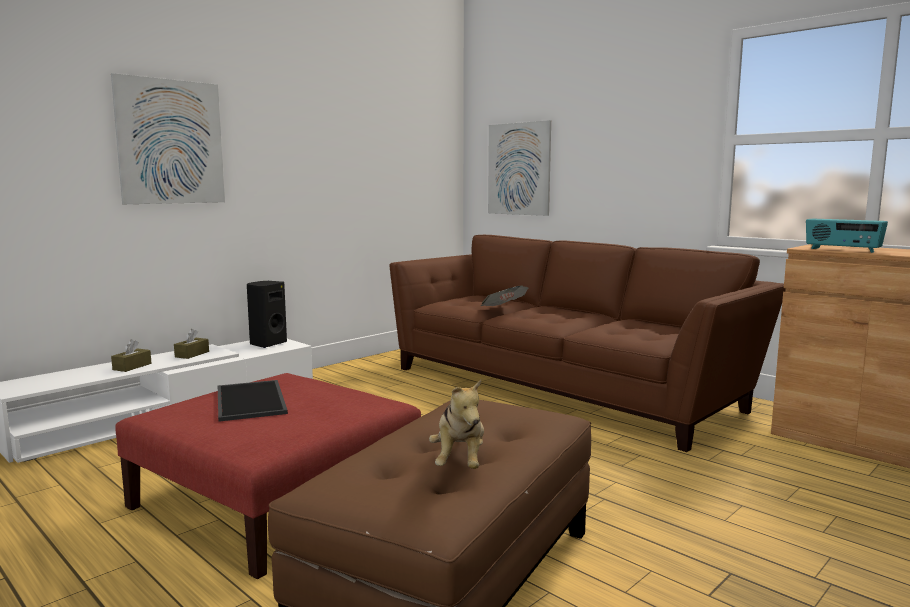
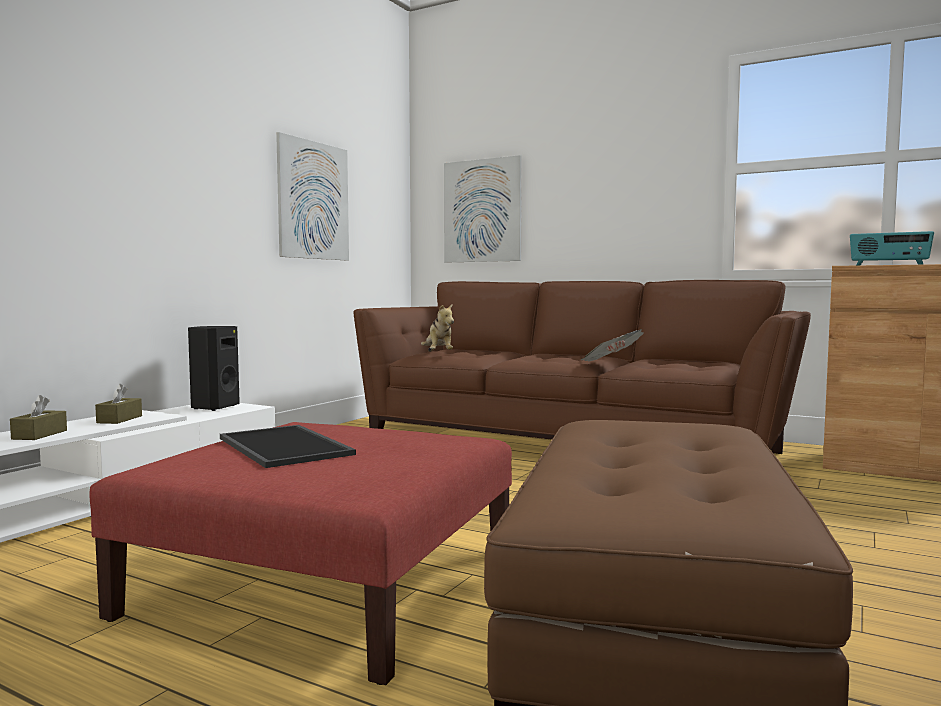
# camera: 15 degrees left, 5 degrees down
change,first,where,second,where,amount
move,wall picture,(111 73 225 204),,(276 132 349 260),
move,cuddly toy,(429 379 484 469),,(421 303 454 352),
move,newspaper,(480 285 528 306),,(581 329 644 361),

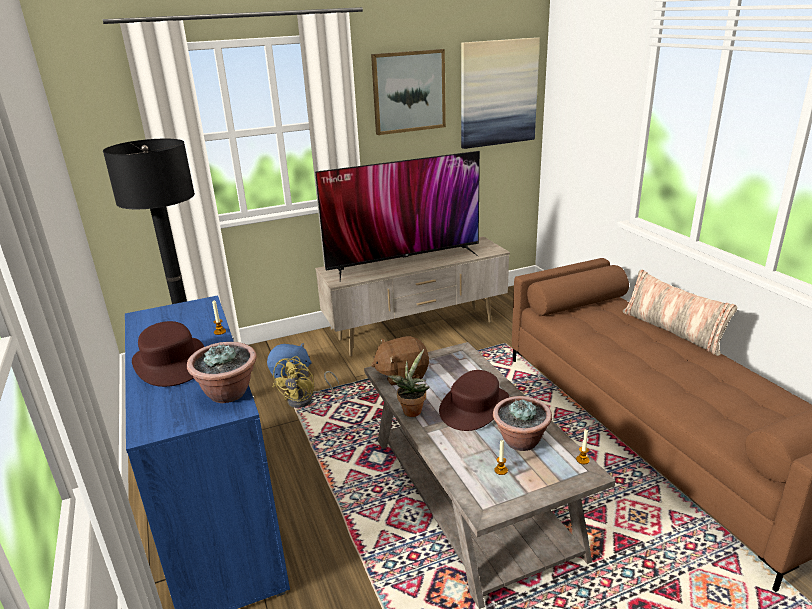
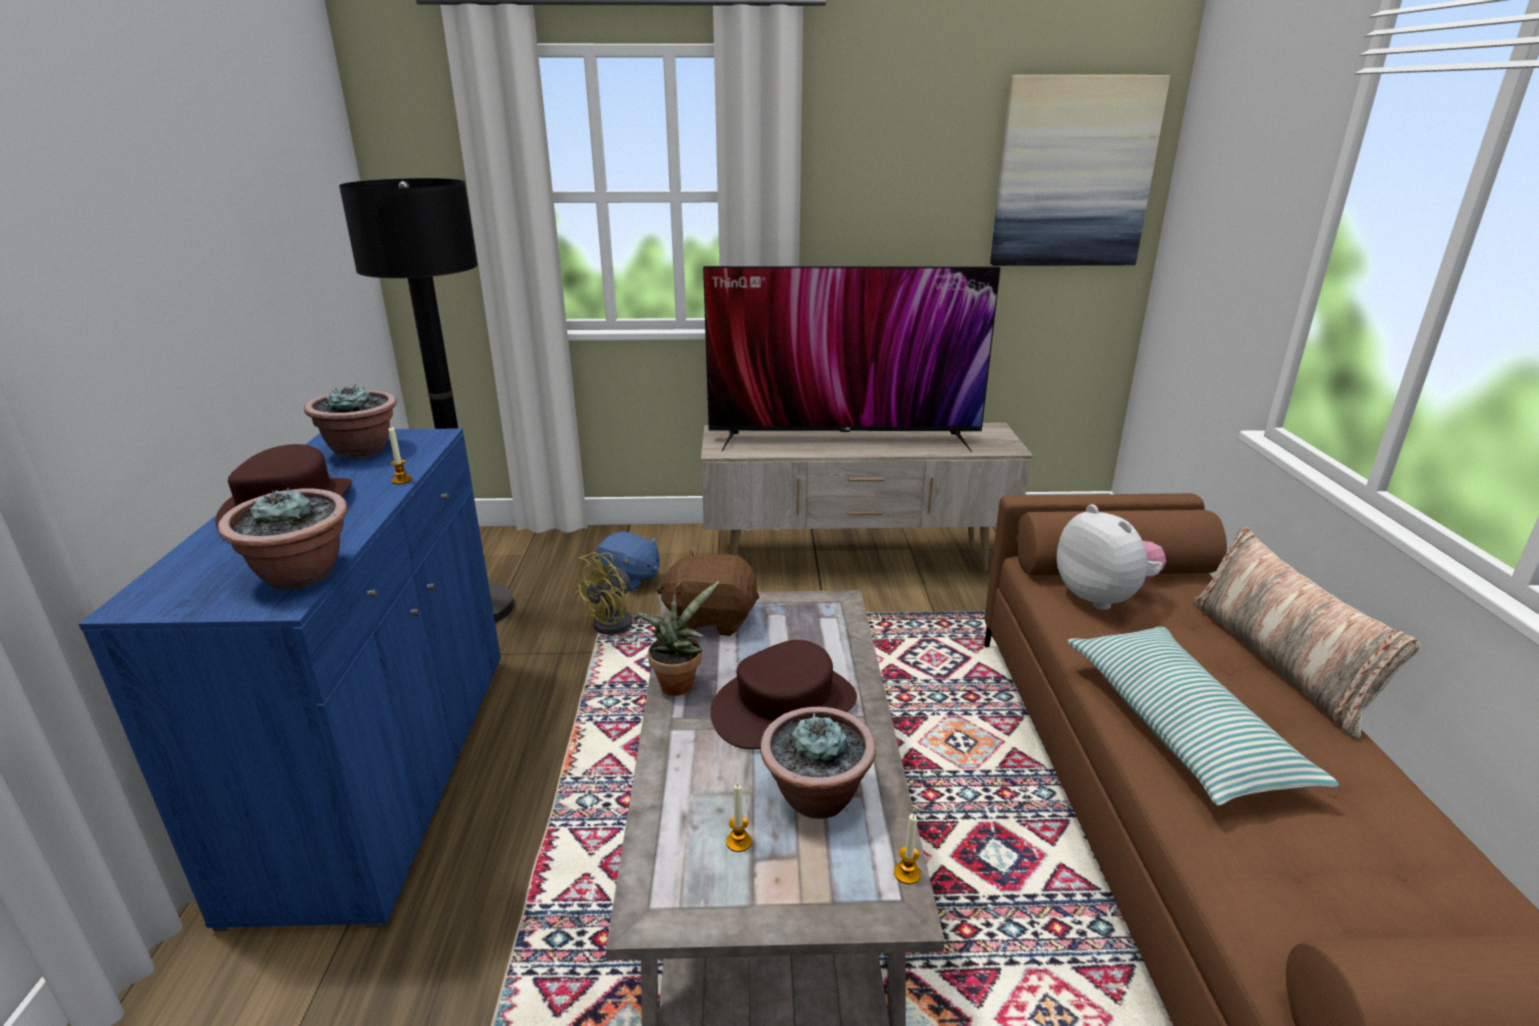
# camera: 20 degrees right, 0 degrees up
change,first,where,second,where,amount
delete,wall picture,(371 49 446 135),,,
insert,,,plant in a pot,(304 384 397 459),
insert,,,cuddly toy,(1056 504 1166 610),
insert,,,cushion,(1067 627 1339 806),

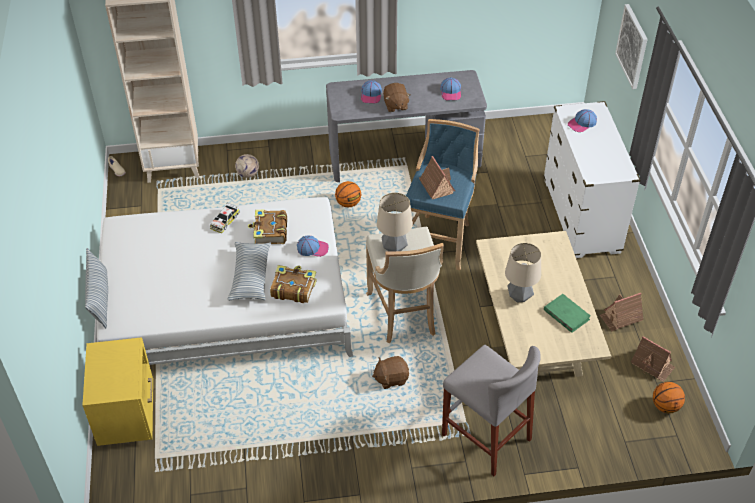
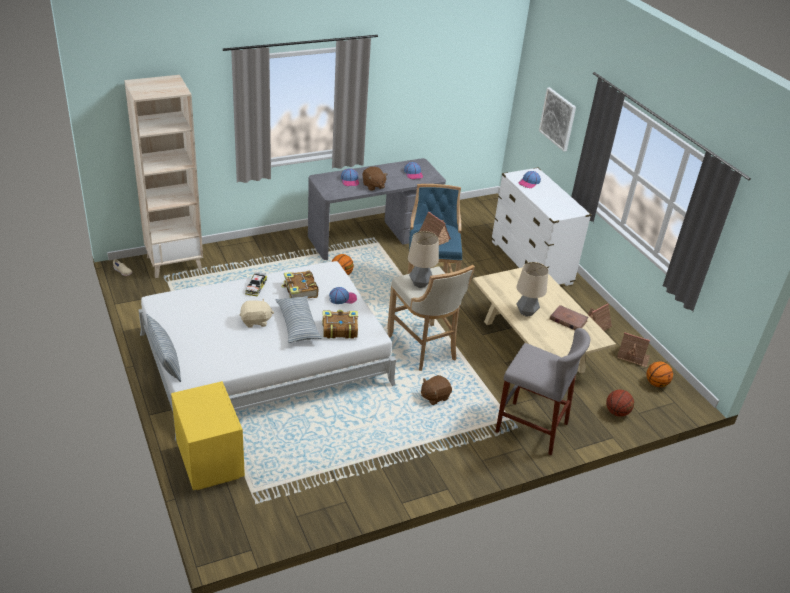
# camera: 20 degrees left, 10 degrees down
change,first,where,second,where,amount
delete,ball for football,(235 154 259 178),,,
recolor,green volume,(544 294 591 333),brownish volume,(550 305 589 330),
insert,,,beige-coloured cuddly toy,(240 298 274 328),
insert,,,basketball ball,(606 389 634 417),

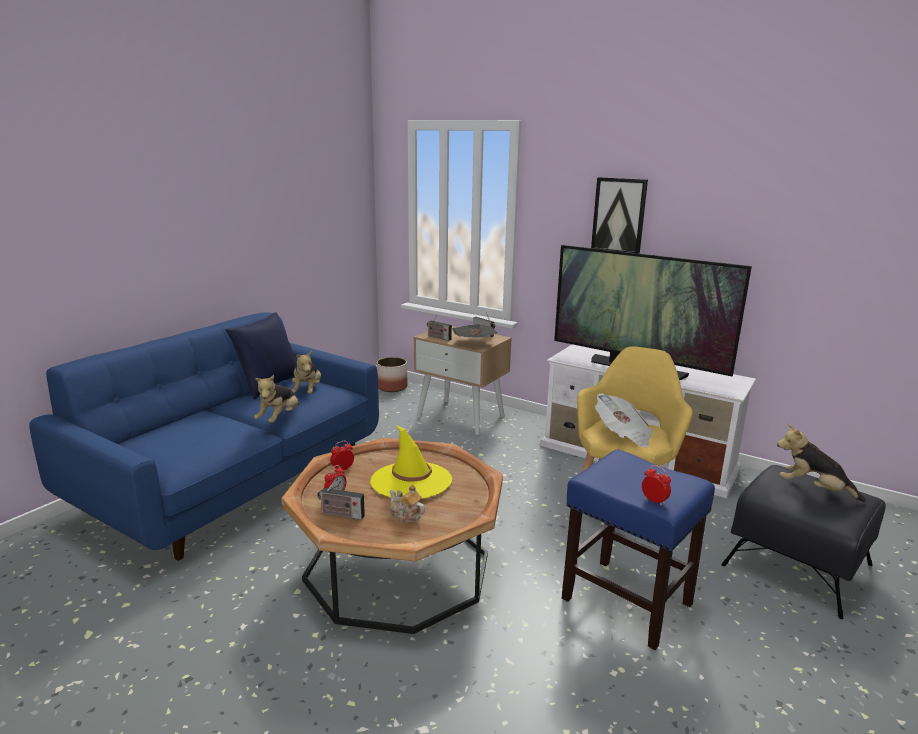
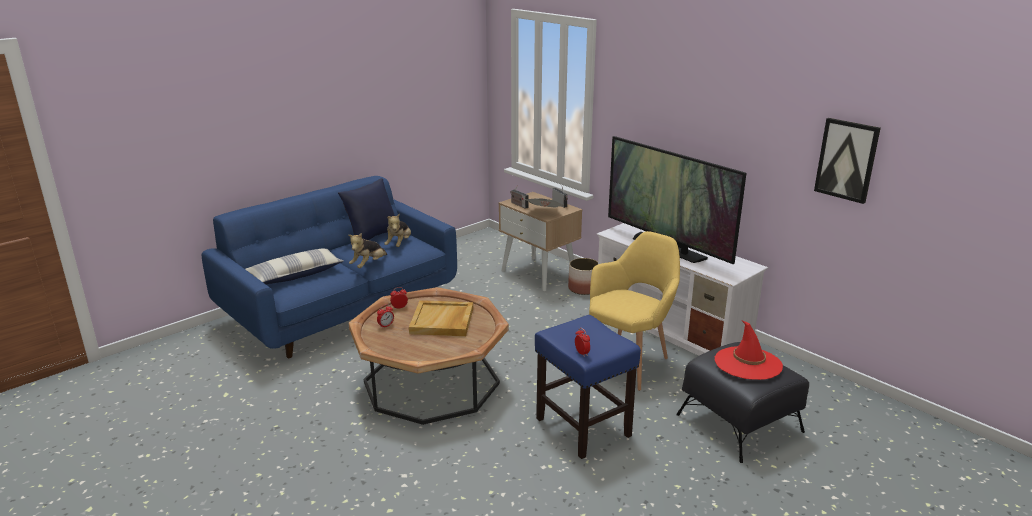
# camera: 15 degrees right, 5 degrees up
change,first,where,second,where,amount
delete,radio receiver,(317 479 365 520),,,
replace,yellow-coloured hat,(370 425 452 499),beige-coloured carrying tray,(409 300 473 336),
move,planter,(376 357 407 392),,(568 258 598 295),
delete,pot for tea,(389 485 425 523),,,
move,wall picture,(591 177 648 254),,(814 118 881 204),
delete,newspaper,(595 393 653 448),,,
replace,cuddly toy,(777 424 866 502),red-coloured hat,(715 321 783 380),
insert,,,cushion,(245 249 344 284),

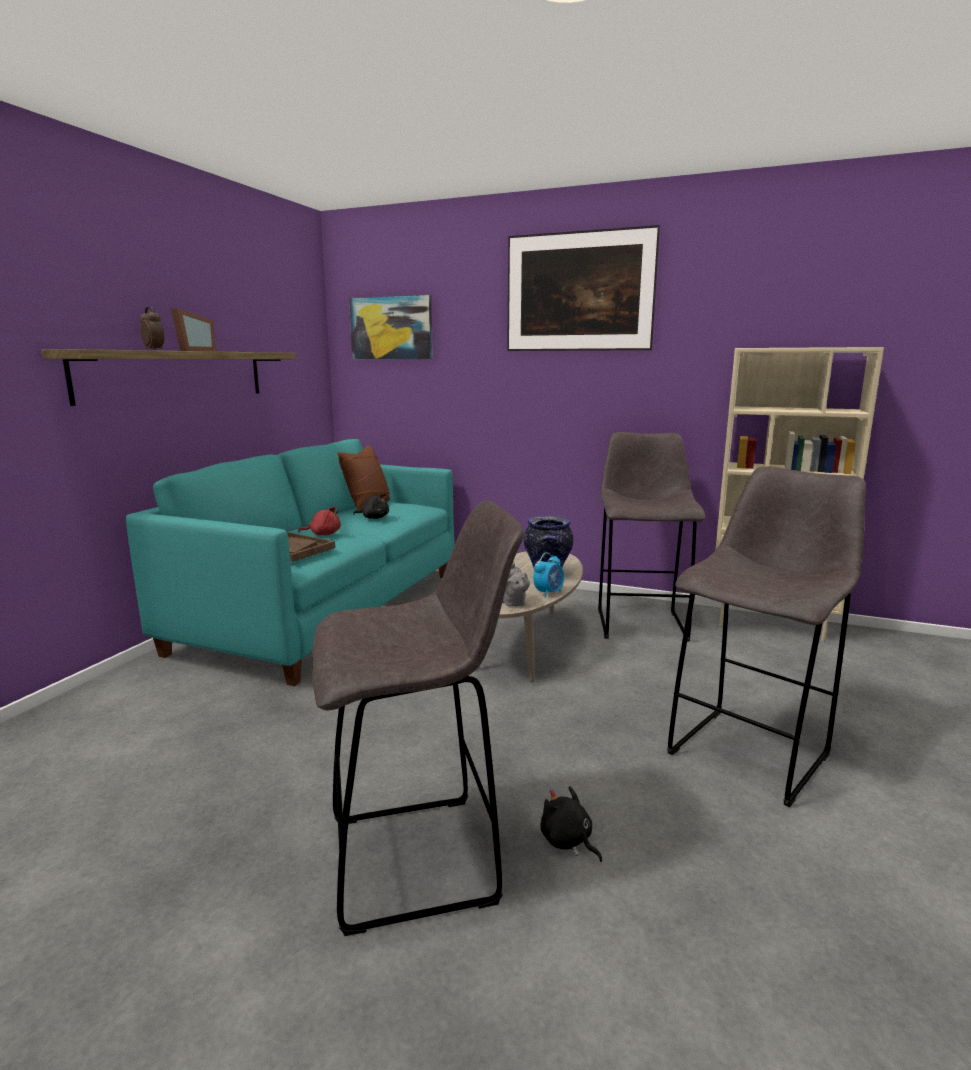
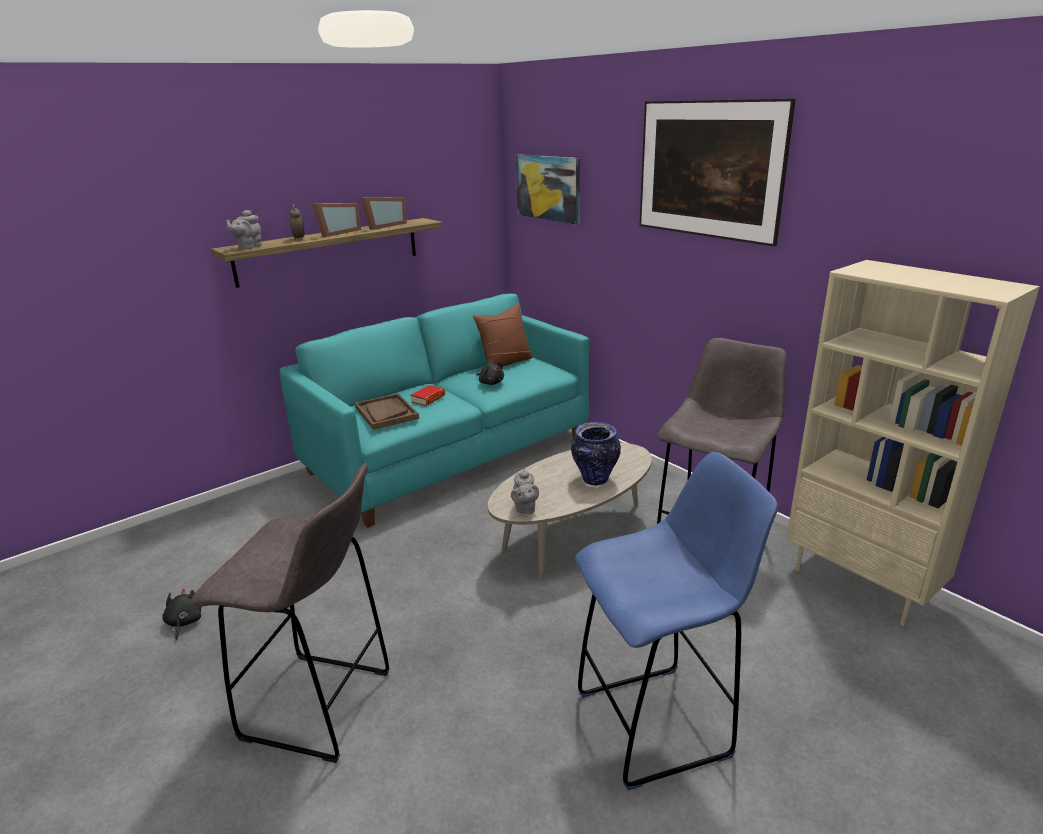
# camera: 30 degrees right, 10 degrees up
change,first,where,second,where,amount
replace,red-coloured cuddly toy,(298 507 341 535),volume,(410 385 445 406),
delete,bedside clock,(533 553 564 598),,,
move,black cuddly toy,(540 786 602 862),,(162 588 201 640),
recolor,greyish stool,(667 466 866 807),bluish stool,(575 452 778 790),
insert,,,greyish pot for tea,(226 210 262 249),
insert,,,photo frame,(360 197 407 230),

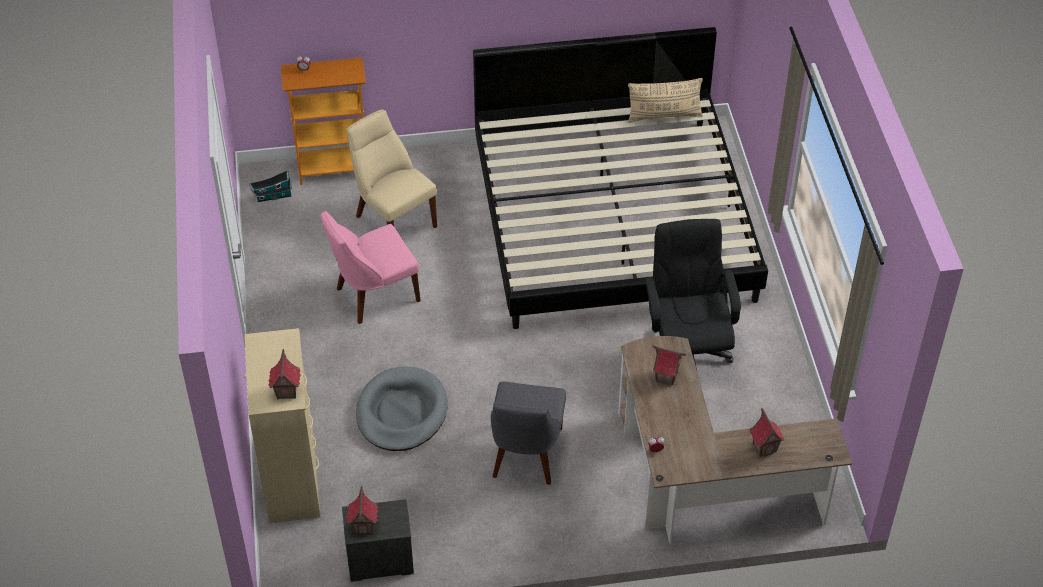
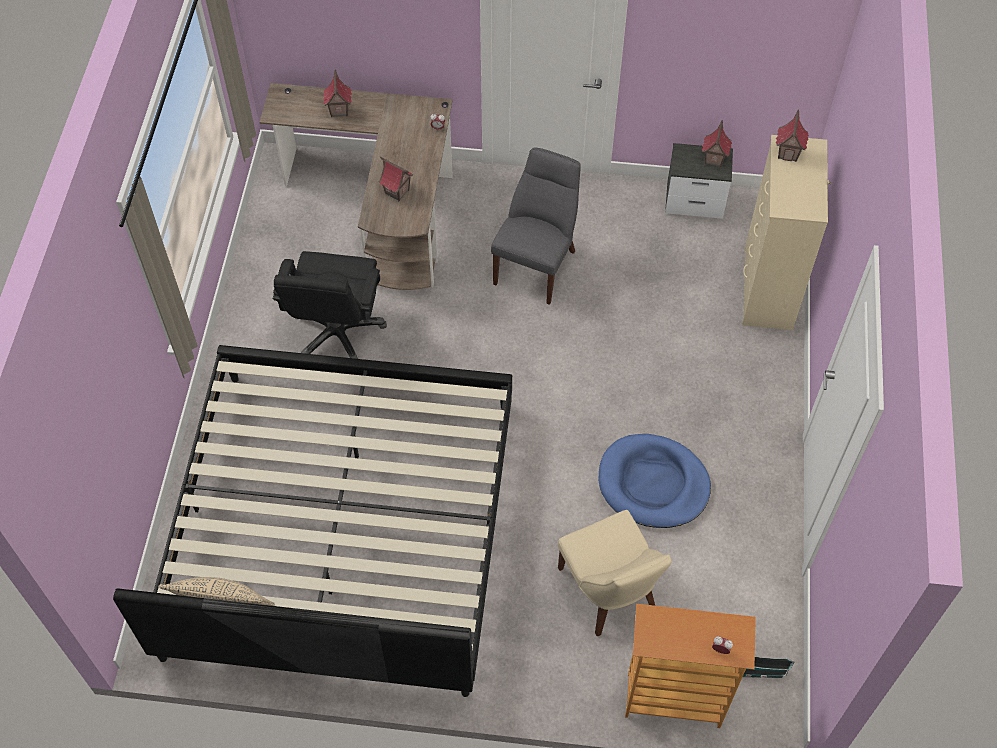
# camera: 165 degrees left, 10 degrees up
change,first,where,second,where,amount
replace,pinkish plain chair,(321 211 421 324),bluish dog cushion,(598 434 711 528),
delete,greyish dog cushion,(356 366 448 451),,,

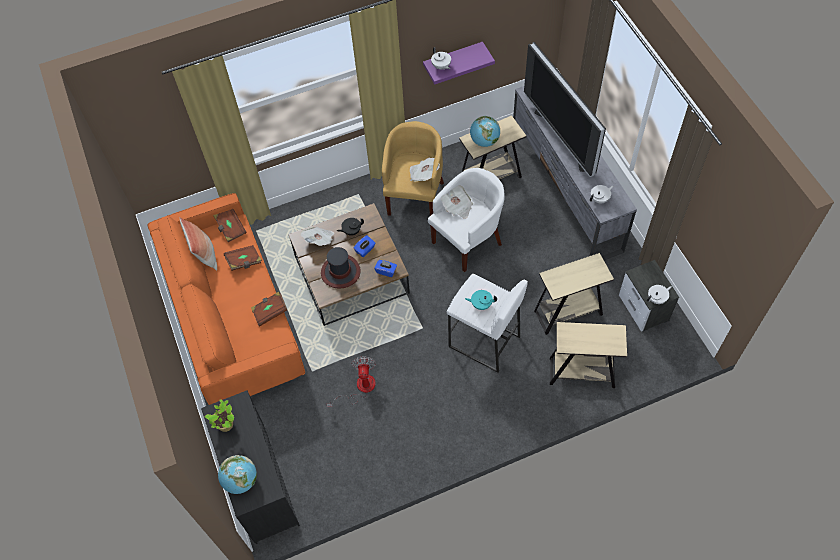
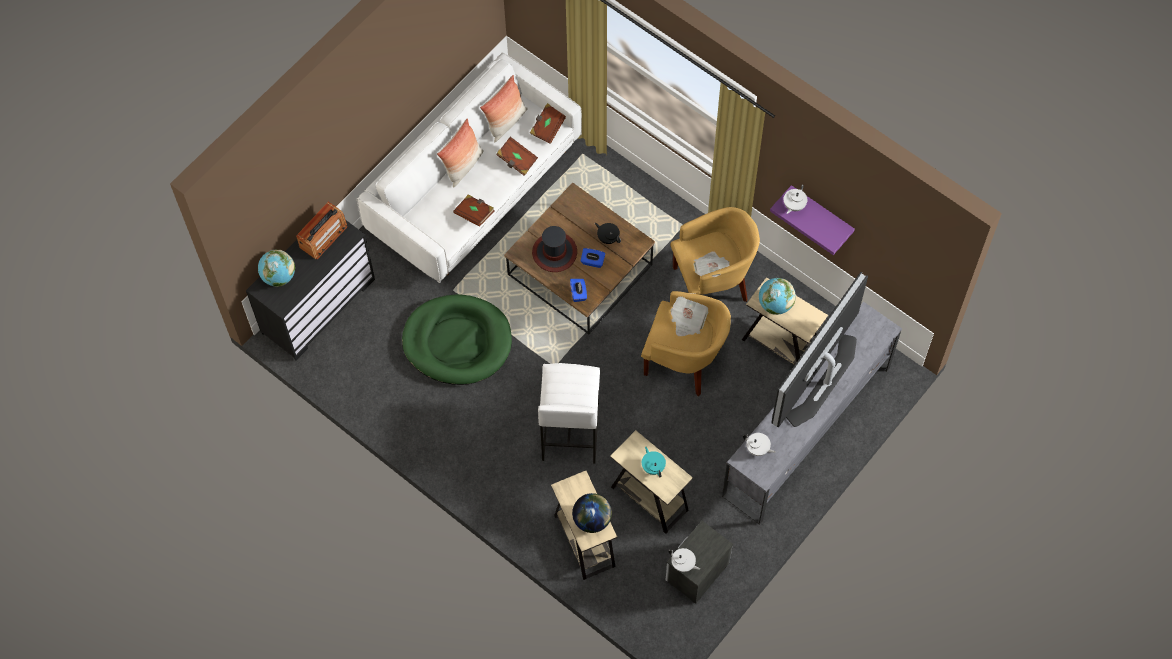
# camera: 60 degrees right, 5 degrees up
change,first,where,second,where,amount
recolor,orange-coloured couch,(147 193 305 405),white couch,(357 53 582 283),
replace,plant in a pot,(205 399 234 432),radio receiver,(296 202 347 259),
delete,newspaper,(301 226 334 246),,,
replace,cooling fan,(327 357 376 407),green dog cushion,(402 294 512 385),
recolor,white armchair,(428 168 505 272),yellow-coloured armchair,(641 291 731 396),
move,turquoise pot for tea,(465 290 497 310),,(642 447 666 477),
insert,,,cushion,(437 118 484 188),
insert,,,globe,(572 493 612 533),

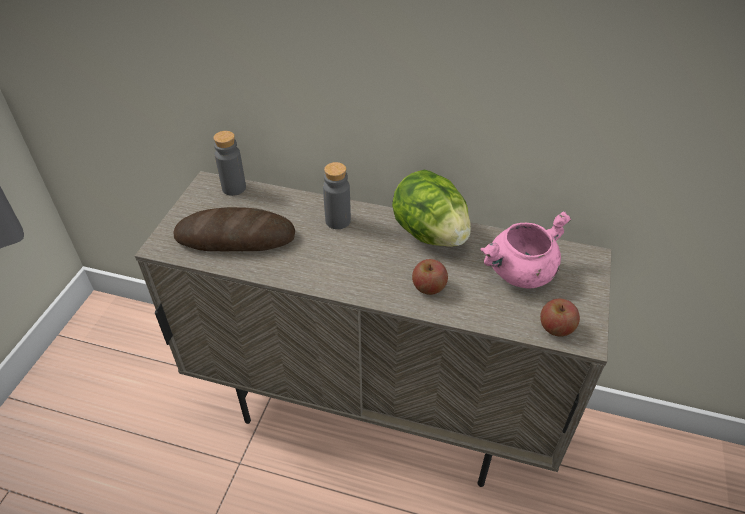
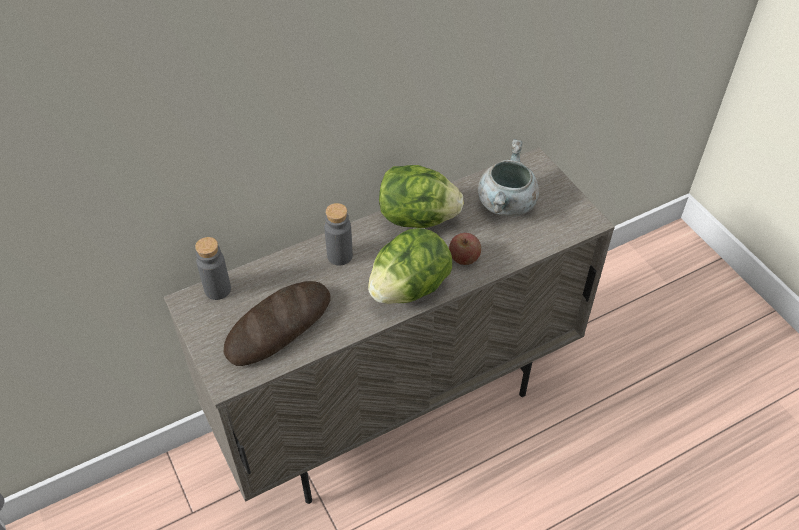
# camera: 45 degrees left, 5 degrees up
change,first,where,second,where,amount
recolor,pinkish stockpot,(480 211 571 288),greyish stockpot,(478 139 539 217),
delete,apple,(540 299 580 337),,,
insert,,,lettuce,(368 228 452 304),

